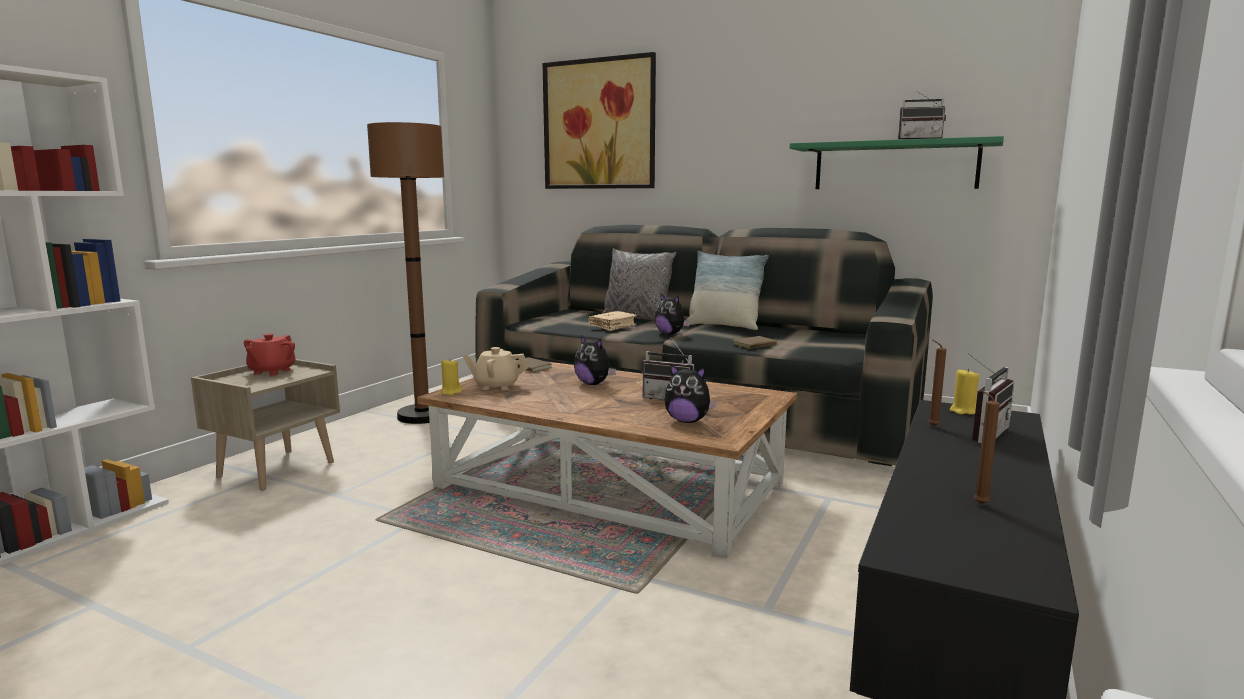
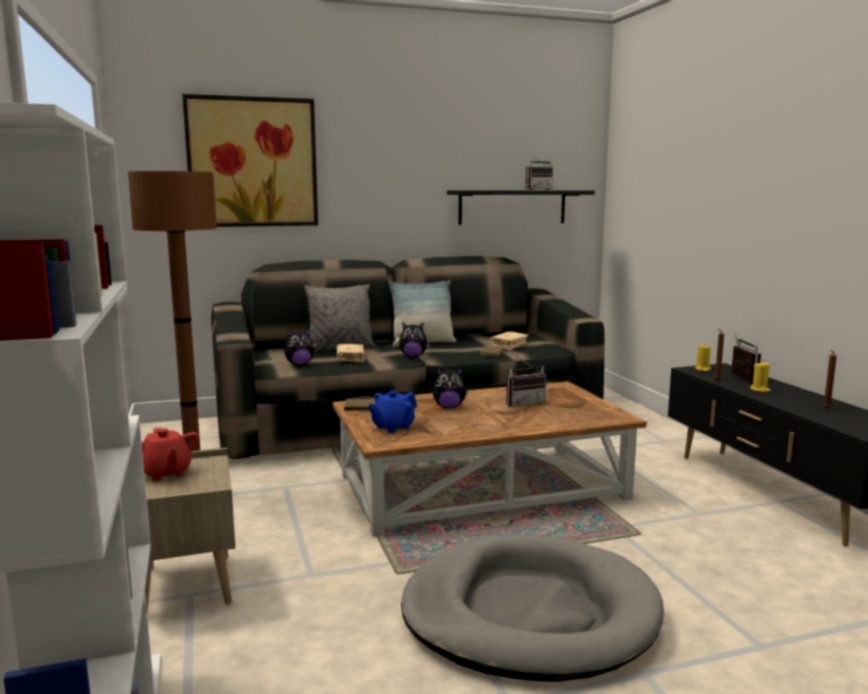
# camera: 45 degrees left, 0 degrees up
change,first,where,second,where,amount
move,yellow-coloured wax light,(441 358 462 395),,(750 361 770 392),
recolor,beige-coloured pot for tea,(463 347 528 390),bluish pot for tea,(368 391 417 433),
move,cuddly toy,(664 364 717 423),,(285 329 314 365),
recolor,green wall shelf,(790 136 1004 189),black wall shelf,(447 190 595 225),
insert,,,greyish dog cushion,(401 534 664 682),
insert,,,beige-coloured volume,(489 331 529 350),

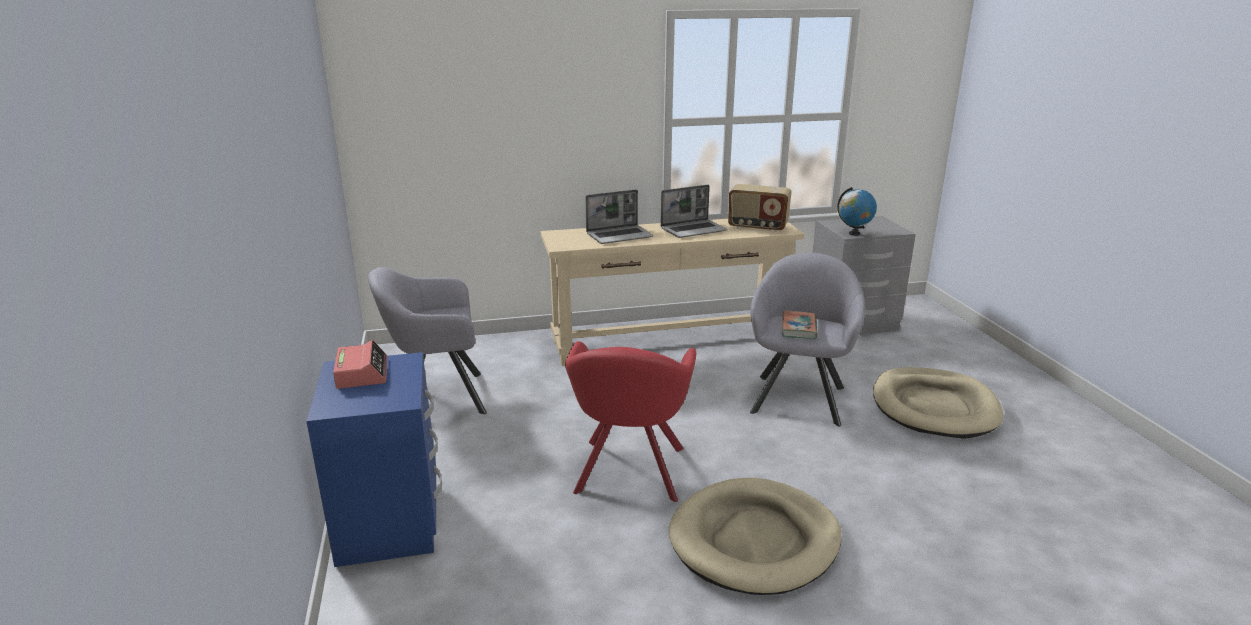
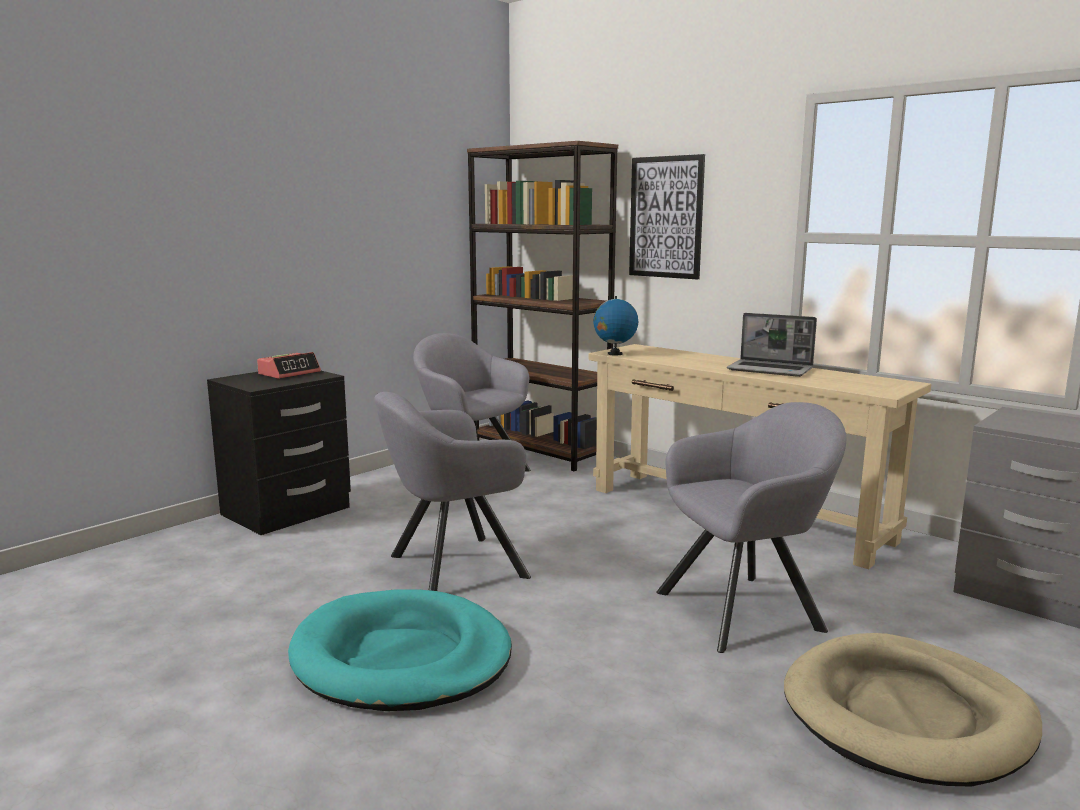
# camera: 55 degrees right, 10 degrees down
change,first,where,second,where,amount
recolor,bluish nightstand,(306 352 442 567),black nightstand,(207 371 351 535),
recolor,red-coloured armchair,(565 341 696 502),greyish armchair,(374 392 531 591),
delete,portable computer,(585 190 653 244),,,
recolor,beige-coloured dog cushion,(669 478 842 595),turquoise dog cushion,(288 589 512 711),
delete,radio receiver,(728 184 792 232),,,
delete,volume,(782 310 817 339),,,
move,globe,(837 187 877 236),,(593 296 638 355),
insert,,,brownish shelving unit,(467 141 618 471),
insert,,,wall picture,(629 154 705 280),

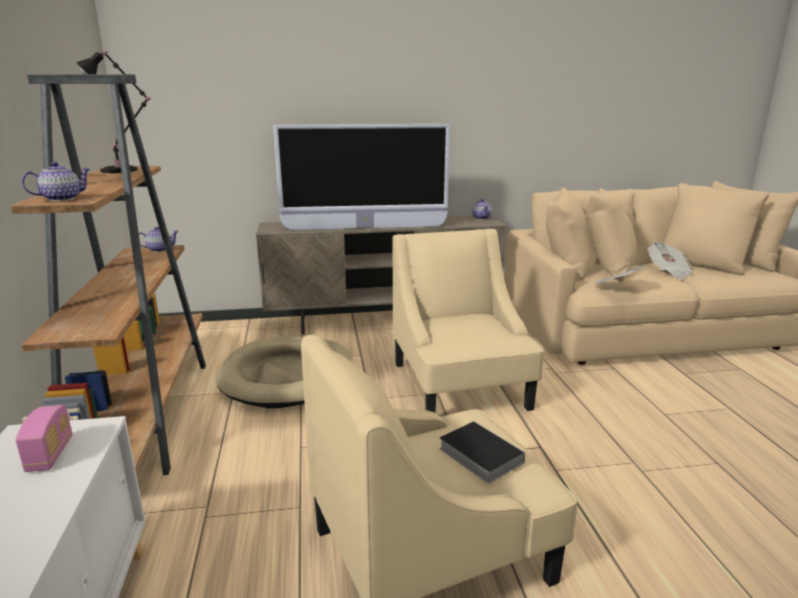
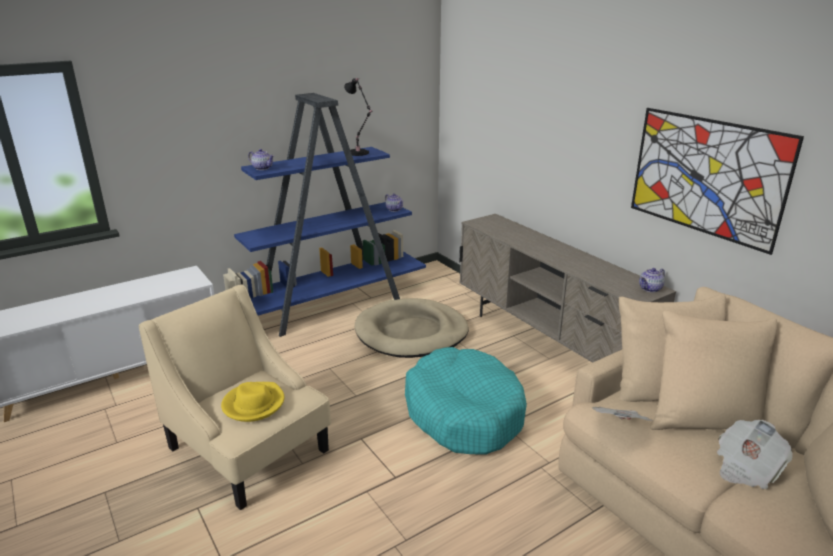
# camera: 65 degrees right, 5 degrees up
change,first,where,second,where,amount
recolor,brownish shelving unit,(11 74 206 475),bluish shelving unit,(223 93 426 337),
delete,radio receiver,(16 405 72 472),,,
delete,television,(273 124 450 230),,,
replace,beige-coloured armchair,(393 229 544 413),turquoise dog cushion,(405 347 527 455),
replace,volume,(439 421 525 483),yellow-coloured hat,(221 382 284 422),
insert,,,wall picture,(631 108 804 255),

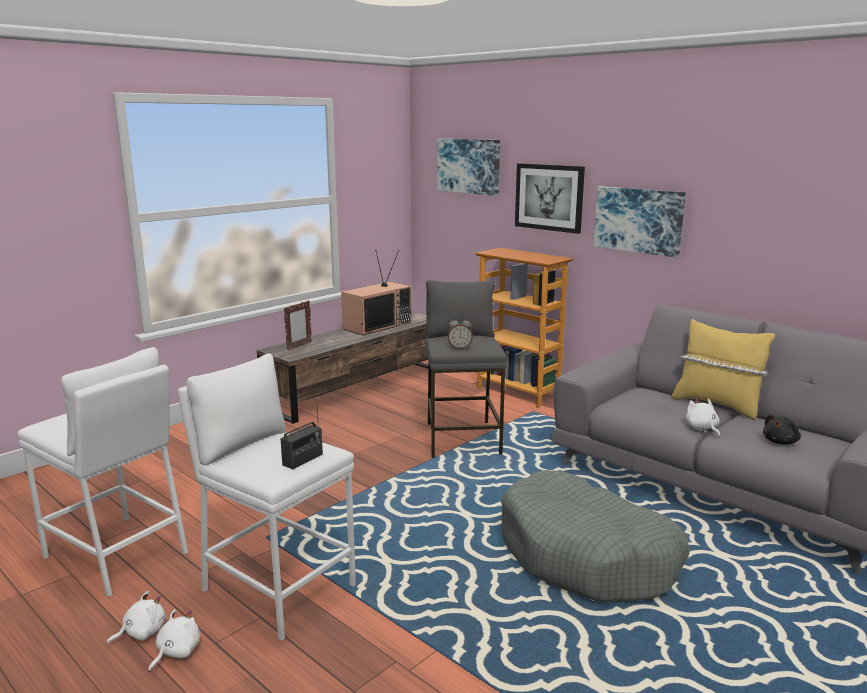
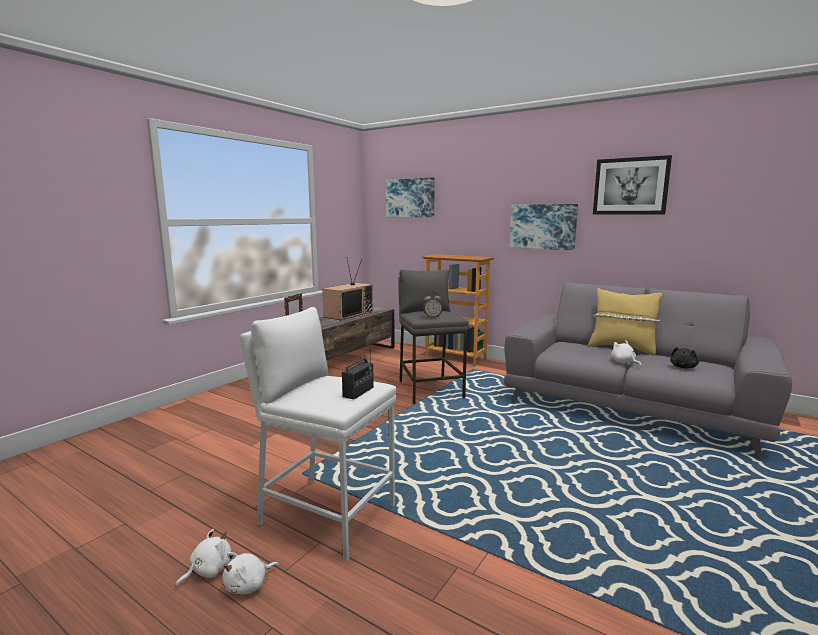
# camera: 10 degrees left, 5 degrees down
change,first,where,second,where,amount
delete,white stool,(17 347 188 597),,,
rotate,white cuddly toy,(148 609 200 672),,(222 552 279 594),150 degrees counterclockwise
delete,greyish dog cushion,(501 470 689 602),,,
move,wall picture,(515 163 585 234),,(593 155 672 215),

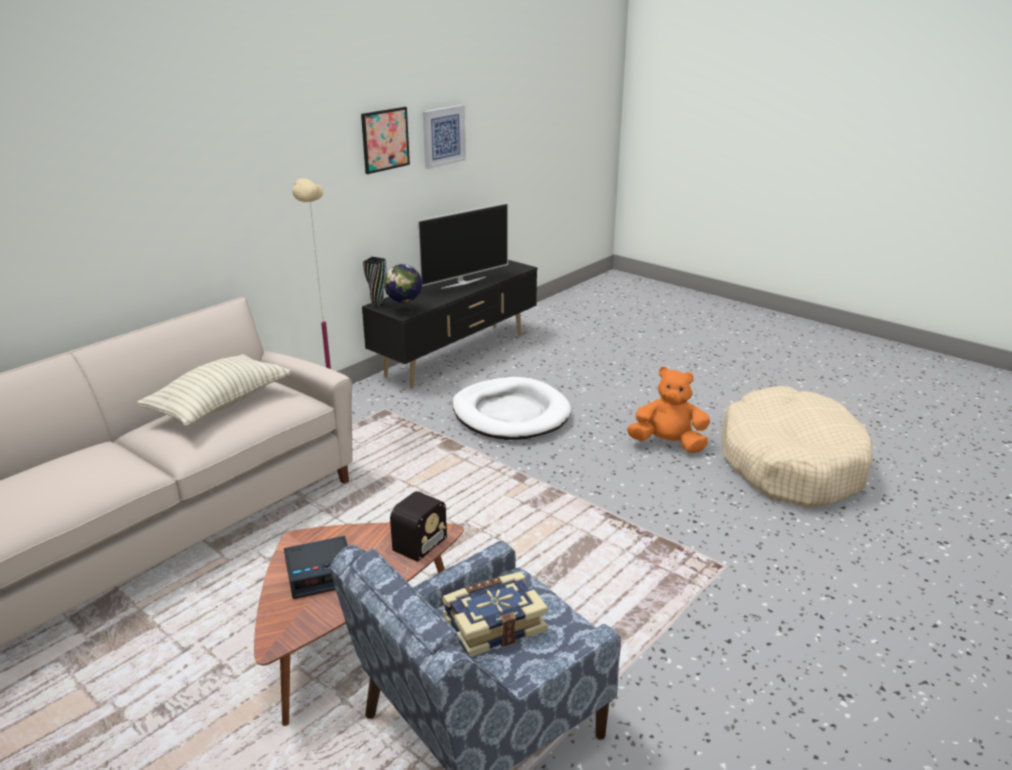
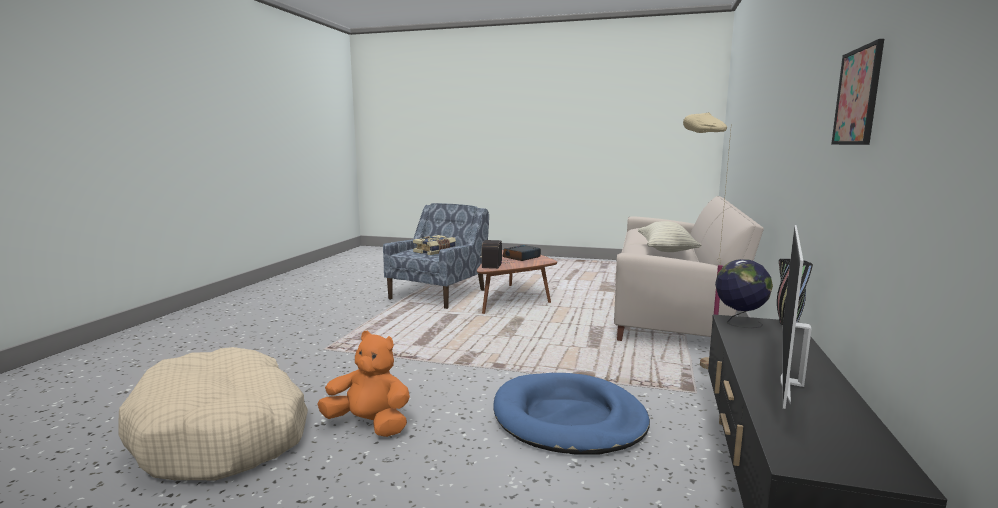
# camera: 155 degrees right, 15 degrees down
change,first,where,second,where,amount
delete,wall picture,(423 105 466 169),,,
recolor,white dog cushion,(452 377 571 440),bluish dog cushion,(493 373 650 455),
rotate,orange-coloured cuddly toy,(627 367 710 453),,(317 331 410 437),150 degrees counterclockwise

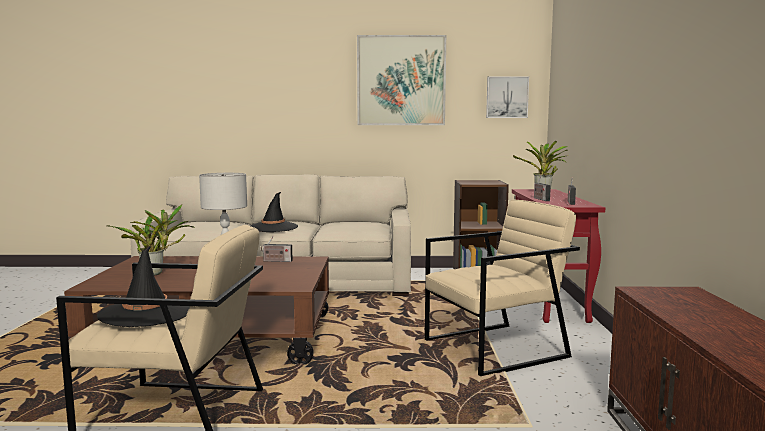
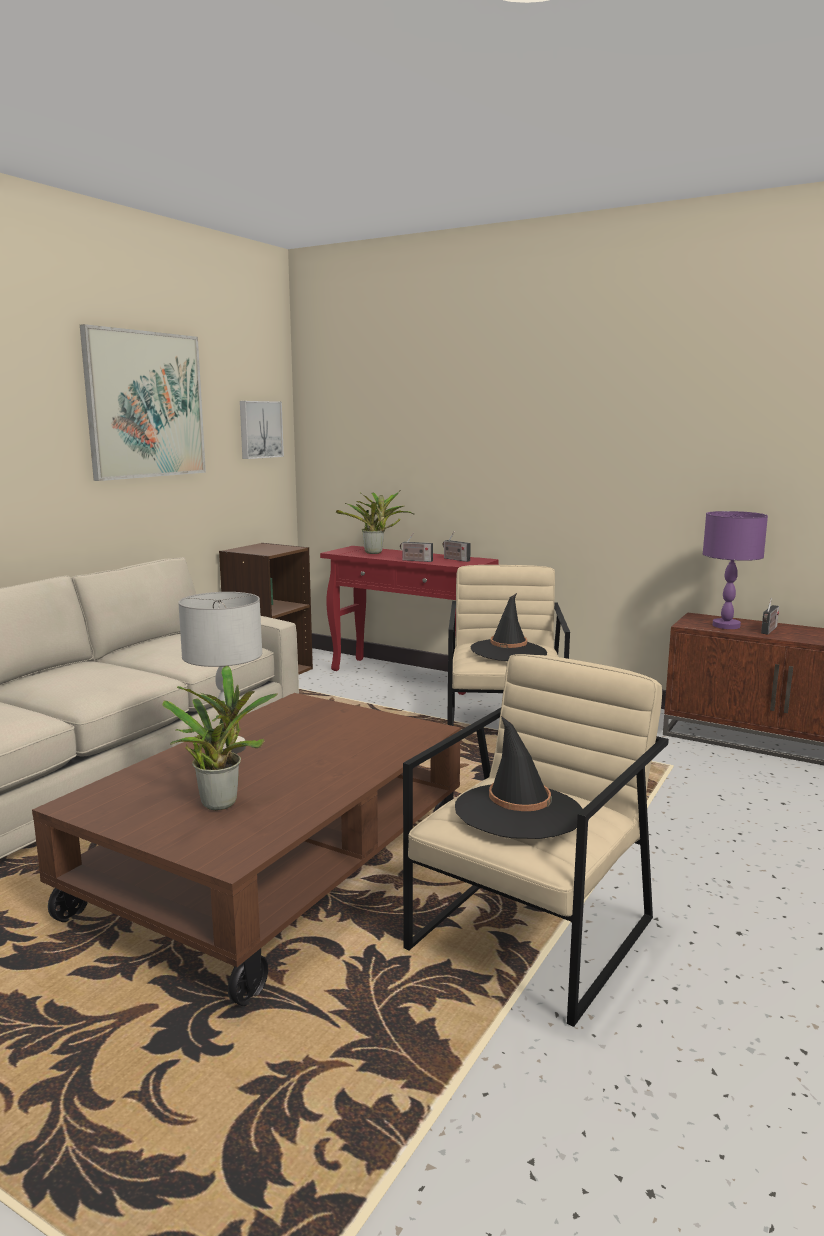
# camera: 60 degrees left, 5 degrees up
change,first,where,second,where,amount
move,black hat,(250 192 298 232),,(471 593 547 661),
move,radio receiver,(261 236 293 262),,(761 598 779 634),
insert,,,purple-coloured lamp for a table,(703 511 768 629),

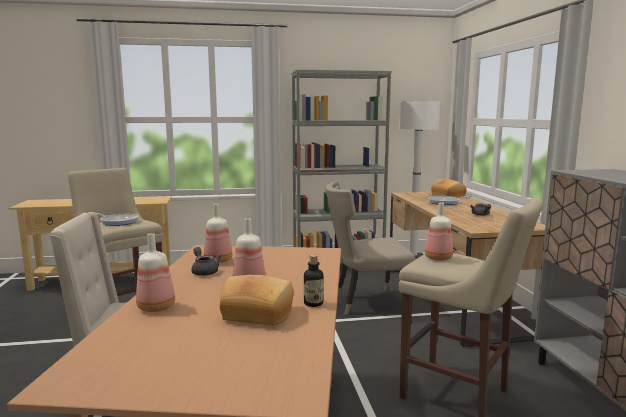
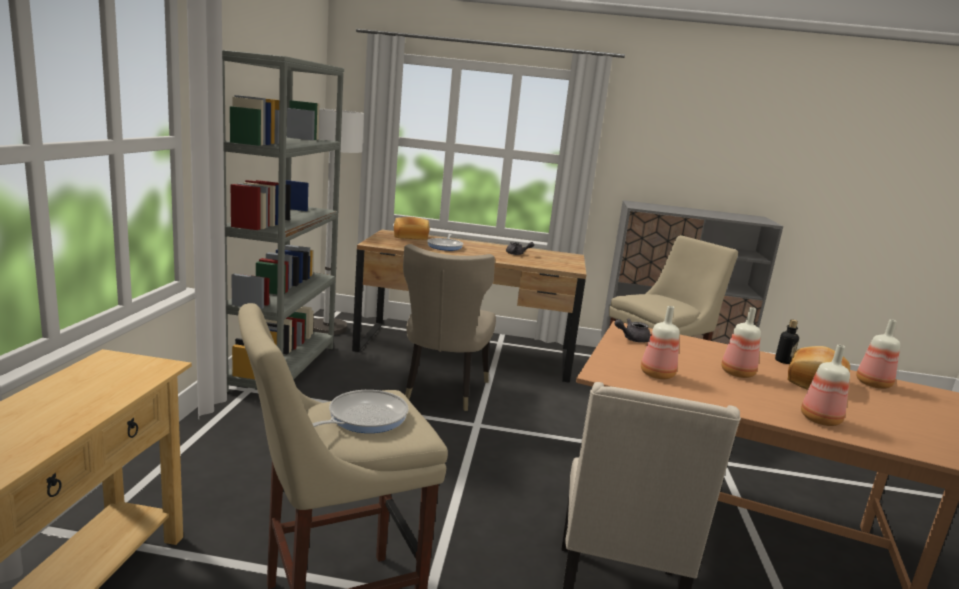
# camera: 75 degrees left, 5 degrees up
change,first,where,second,where,amount
move,greyish pot for tea,(191 247 222 276),,(614 318 651 343),
move,bottle,(425 203 453 261),,(856 319 900 389),

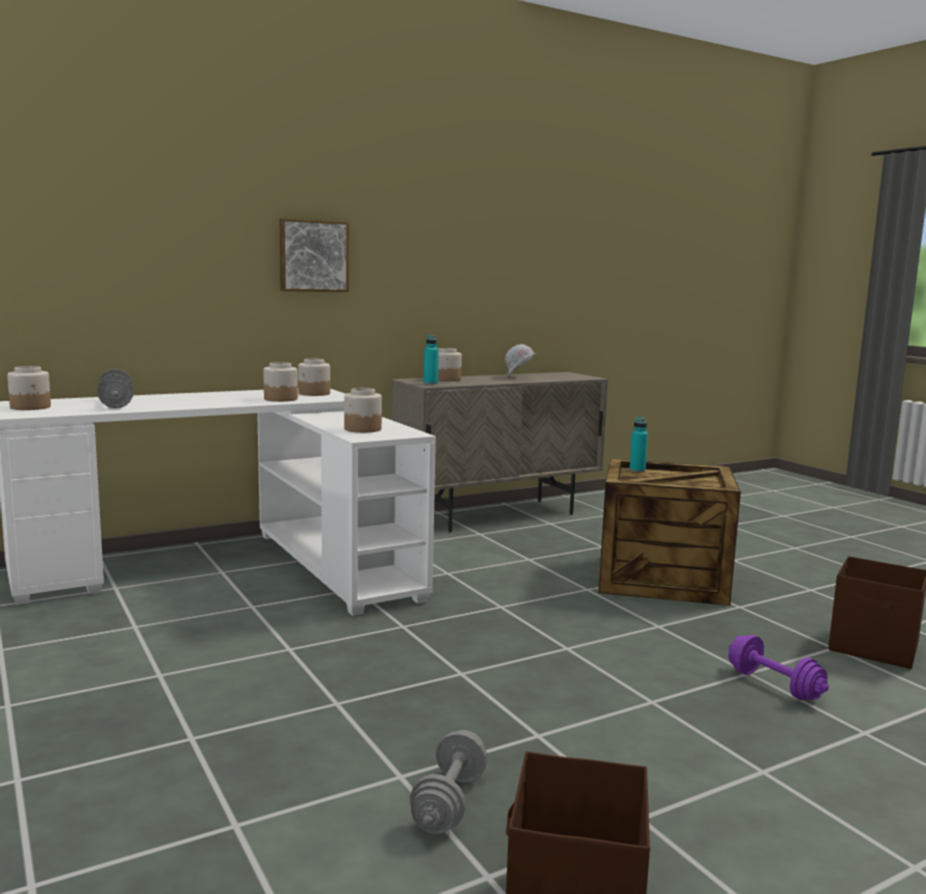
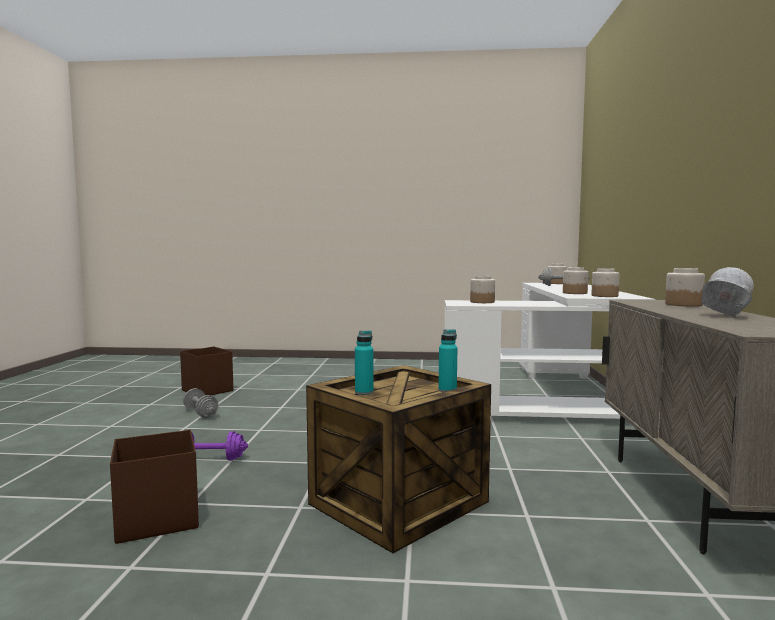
# camera: 125 degrees right, 5 degrees down
change,first,where,second,where,amount
delete,wall picture,(279 218 349 292),,,
move,greyish dumbbell,(410 730 487 834),,(183 388 218 418),
move,turquoise bottle,(424 335 439 385),,(355 330 374 395),

